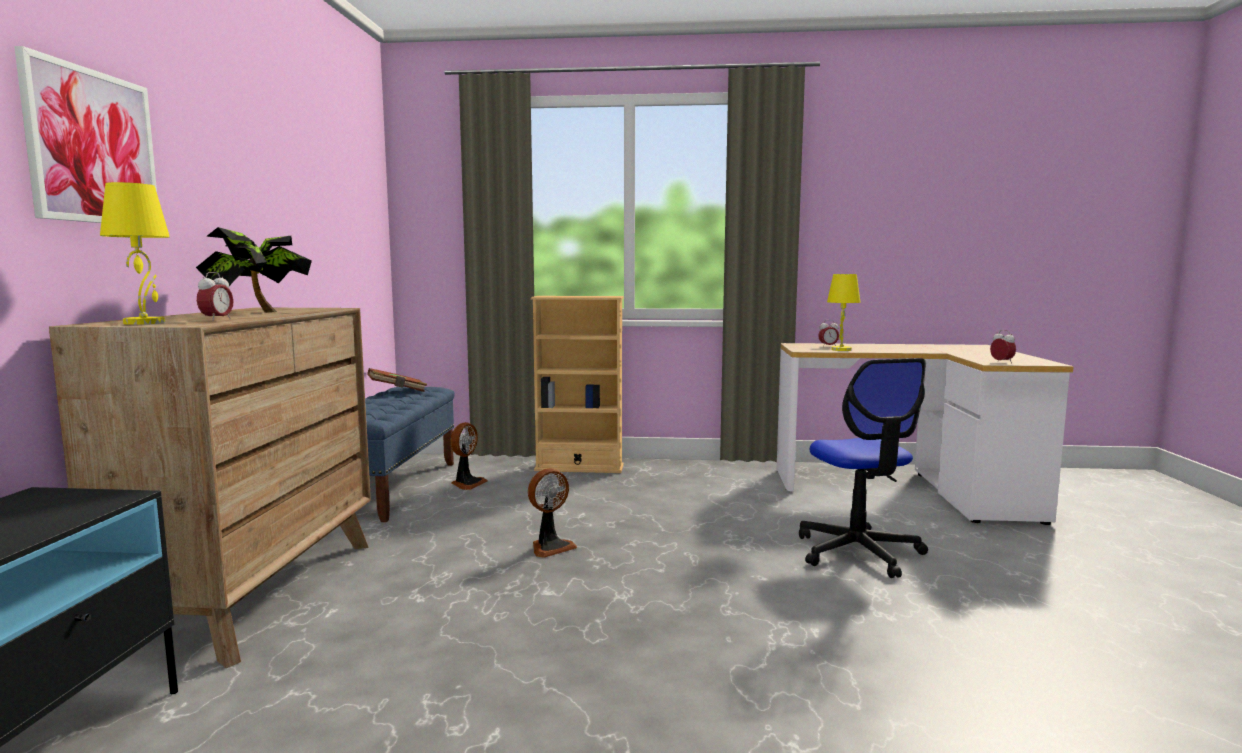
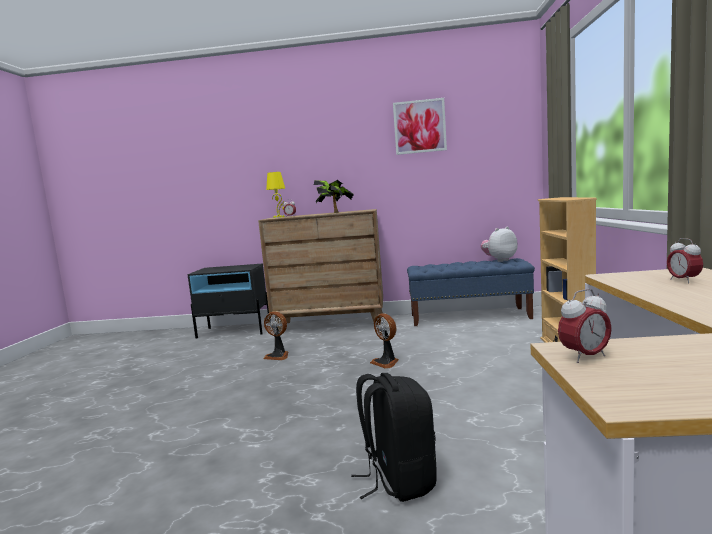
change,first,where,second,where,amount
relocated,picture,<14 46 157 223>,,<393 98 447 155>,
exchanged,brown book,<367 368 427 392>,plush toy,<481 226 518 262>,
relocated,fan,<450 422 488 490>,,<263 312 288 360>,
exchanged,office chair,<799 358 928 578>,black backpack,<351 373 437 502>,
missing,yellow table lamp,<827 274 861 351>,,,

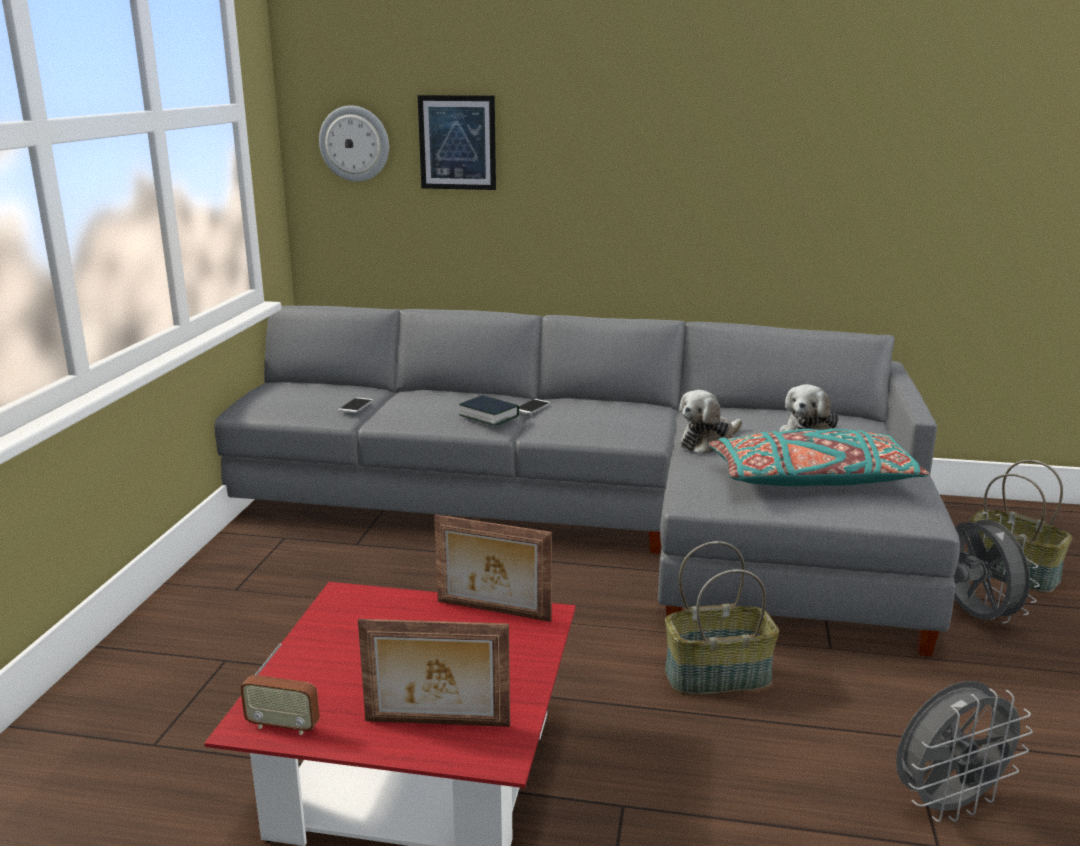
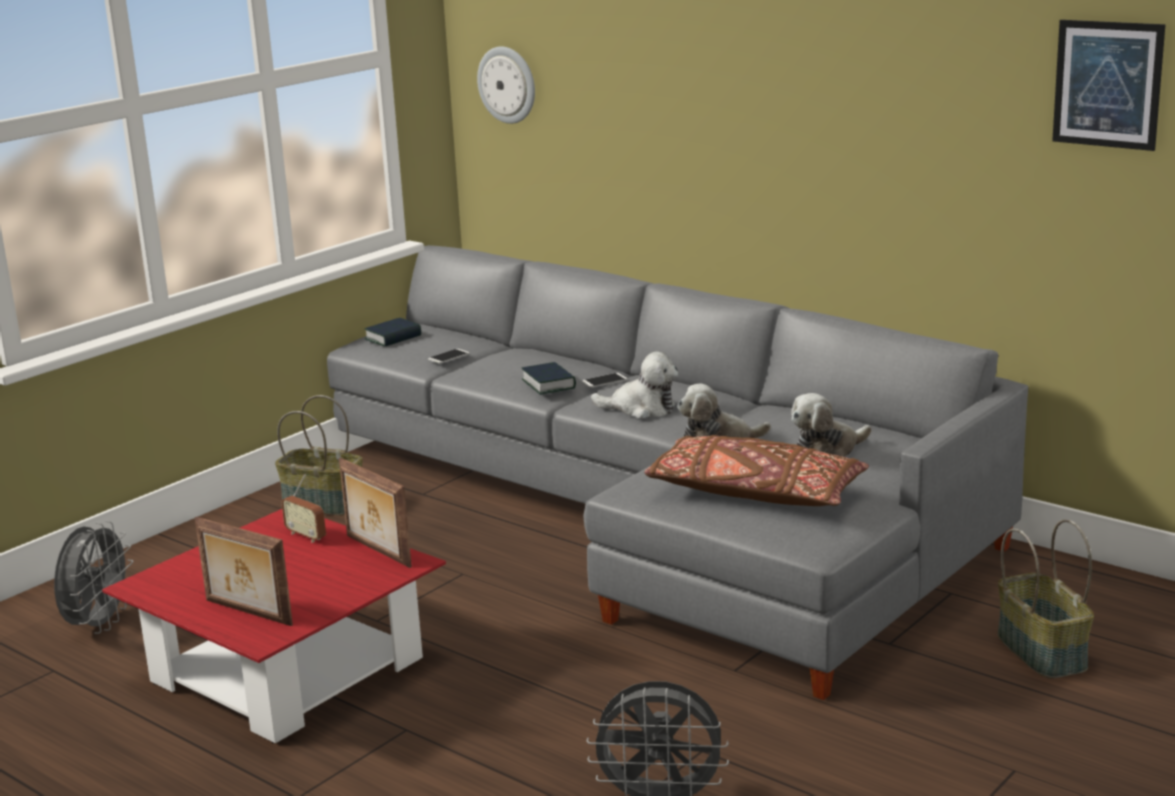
change,first,where,second,where,amount
relocated,radio,<240 643 320 735>,,<281 474 326 543>,
relocated,picture,<418 95 496 190>,,<1052 20 1166 151>,
relocated,basket,<665 541 779 695>,,<275 395 363 515>,
colour,turquoise pillow,<709 429 929 486>,brown pillow,<644 435 869 506>,
relocated,grey fan,<953 512 1040 624>,,<54 521 134 634>,
appeared,,,book,<364 318 421 347>,
appeared,,,plush toy,<591 351 678 419>,

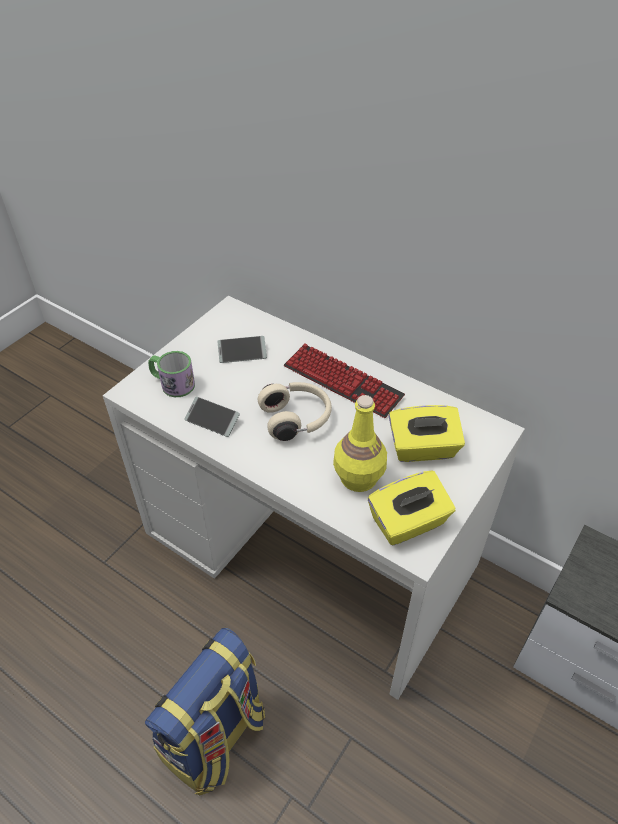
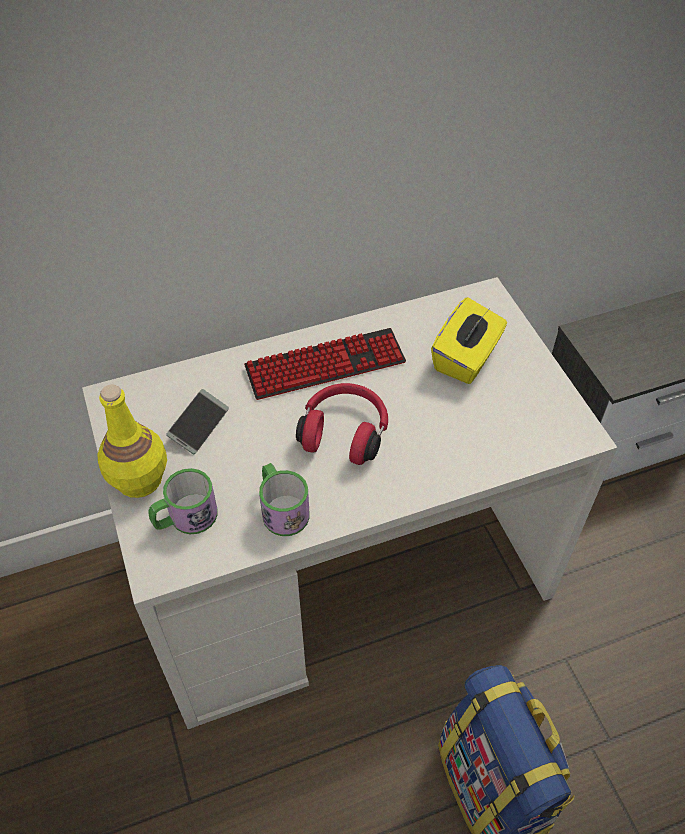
change,first,where,second,where,amount
exchanged,phone,<184 397 240 437>,mug,<259 463 309 536>,
colour,beige headphones,<258 382 332 441>,red headphones,<296 383 388 465>,
relocated,yellow bottle,<333 395 387 492>,,<97 384 167 498>,
missing,yellow tissue box,<368 471 455 546>,,,

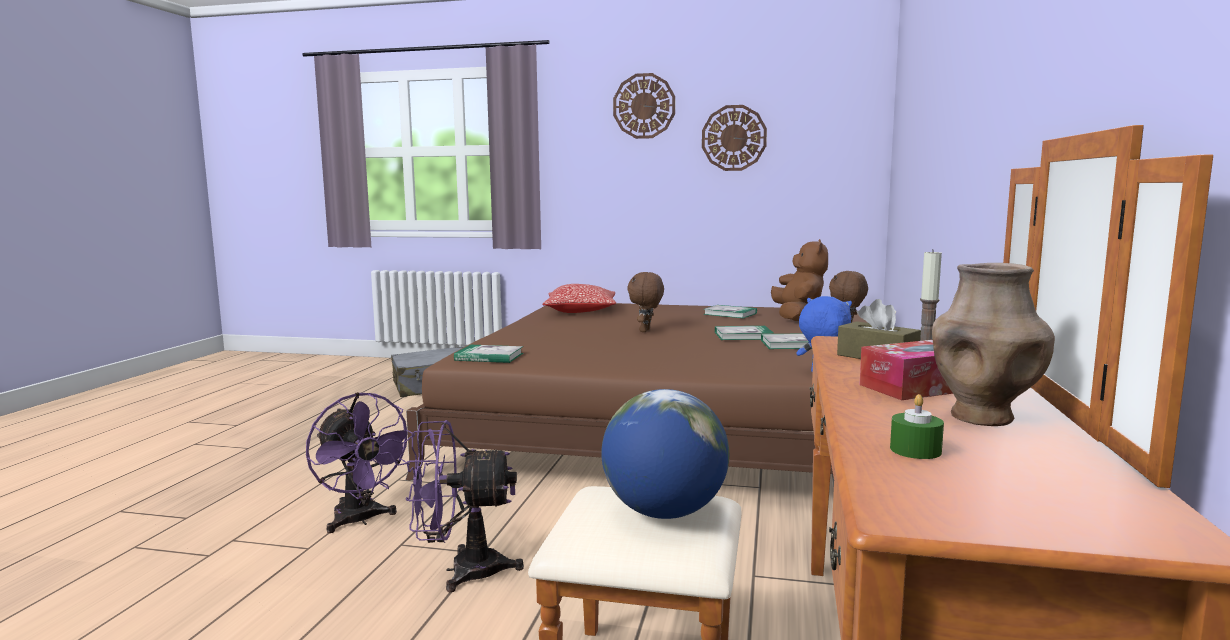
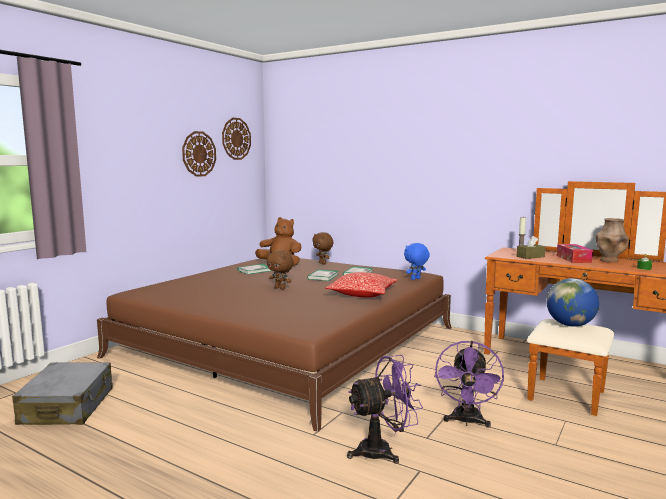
change,first,where,second,where,amount
missing,book,<454 345 523 363>,,,
relocated,pillow,<542 284 616 313>,,<325 272 398 298>,
relocated,wall clock,<613 73 675 139>,,<222 118 251 160>,

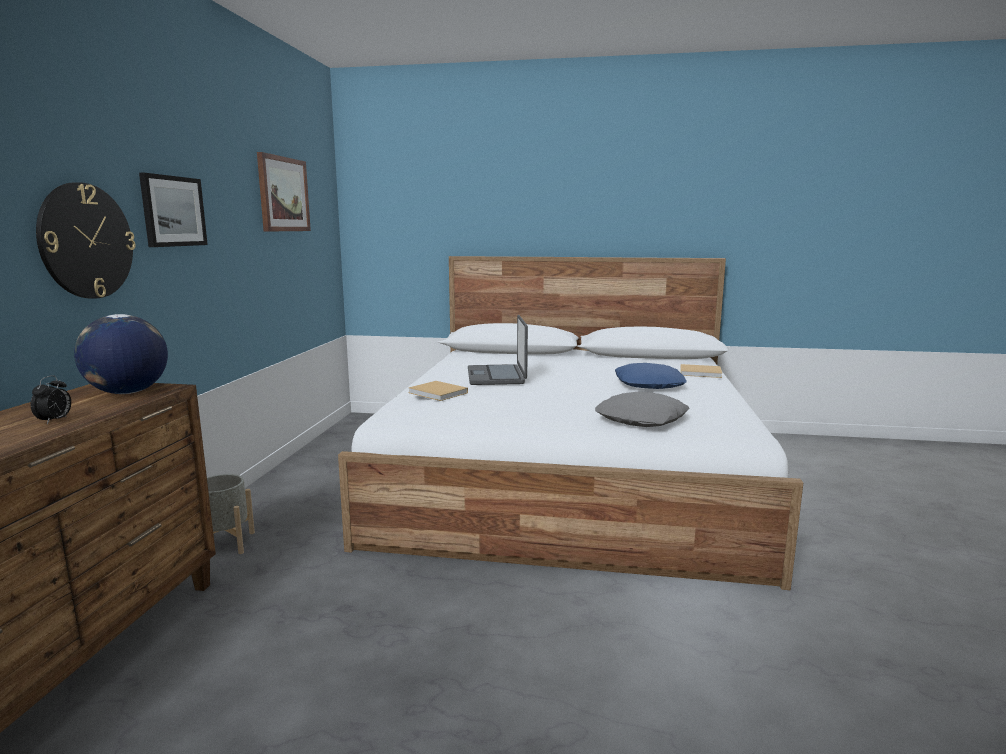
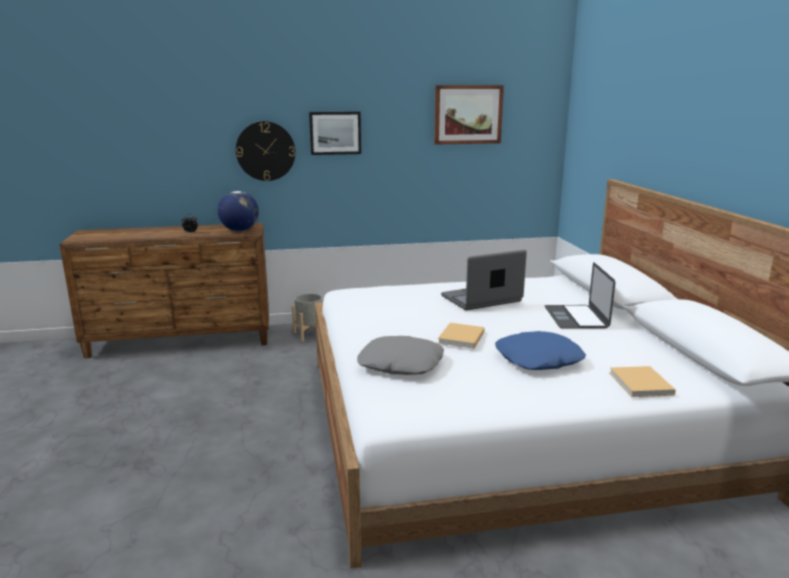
change,first,where,second,where,amount
relocated,beige book,<408 381 468 401>,,<438 323 485 349>,
appeared,,,laptop,<545 262 615 329>,

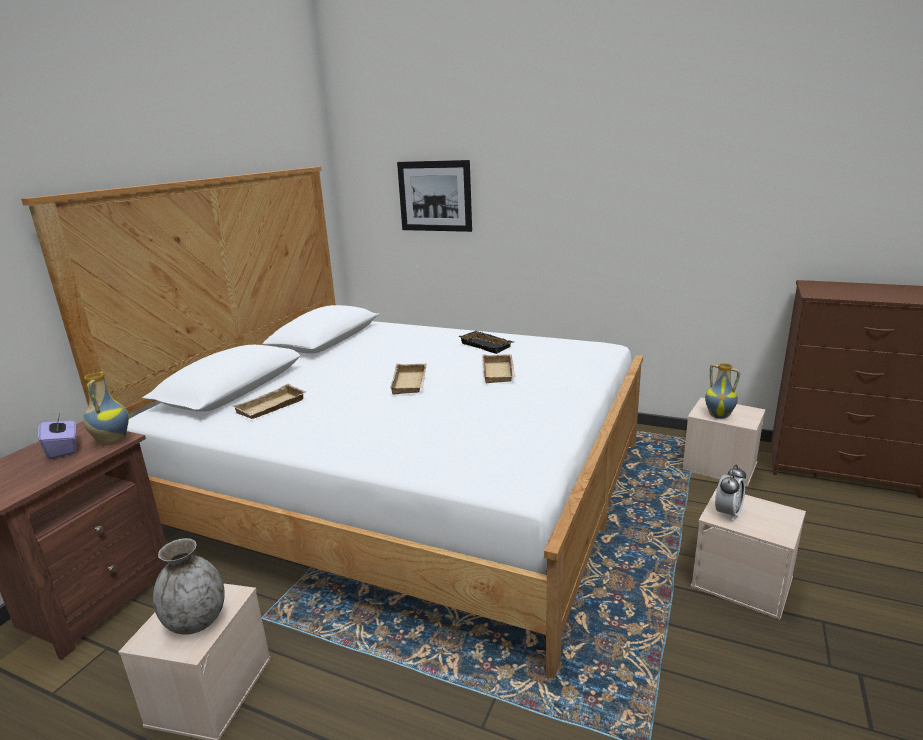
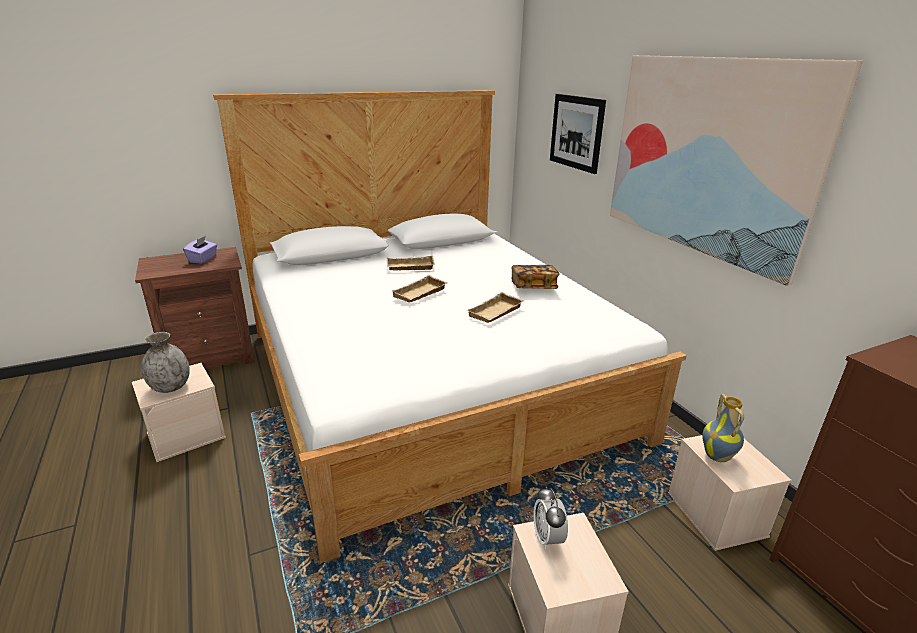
change,first,where,second,where,amount
missing,vase,<83 372 129 446>,,,
relocated,beige tray,<233 384 306 419>,,<387 255 435 270>,
exchanged,black tray,<458 331 513 354>,book,<512 265 560 289>,
spun,alarm clock,<715 465 746 521>,,<534 486 568 550>,90 degrees clockwise
appeared,,,picture,<610 55 863 286>,

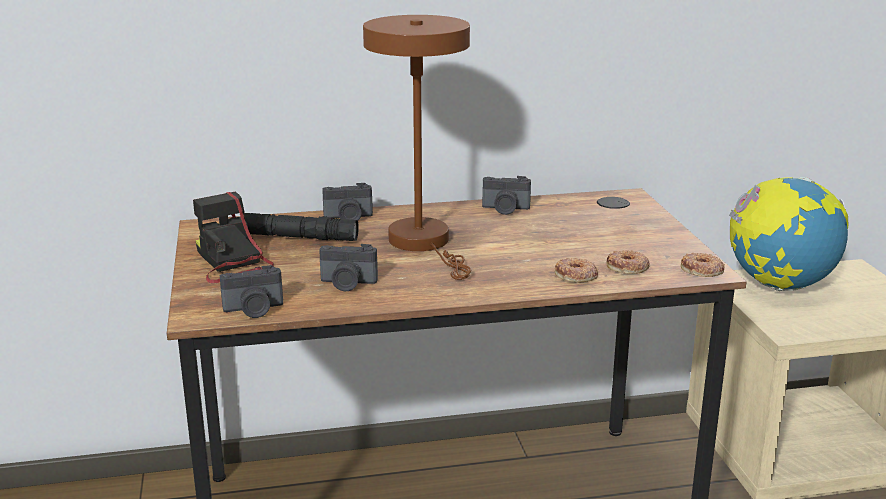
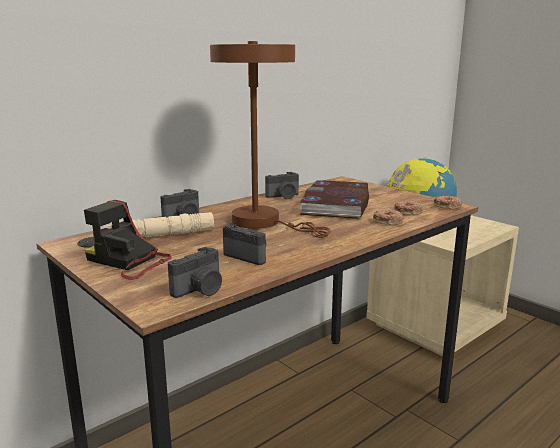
change,first,where,second,where,amount
colour,black flashlight,<245 213 359 241>,beige flashlight,<108 212 214 237>,
spun,photo camera,<319 244 378 291>,,<223 224 266 265>,120 degrees counterclockwise
appeared,,,book,<299 180 369 219>,

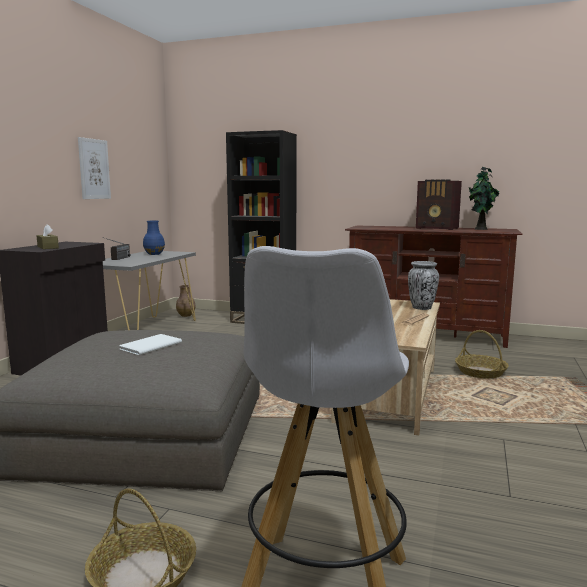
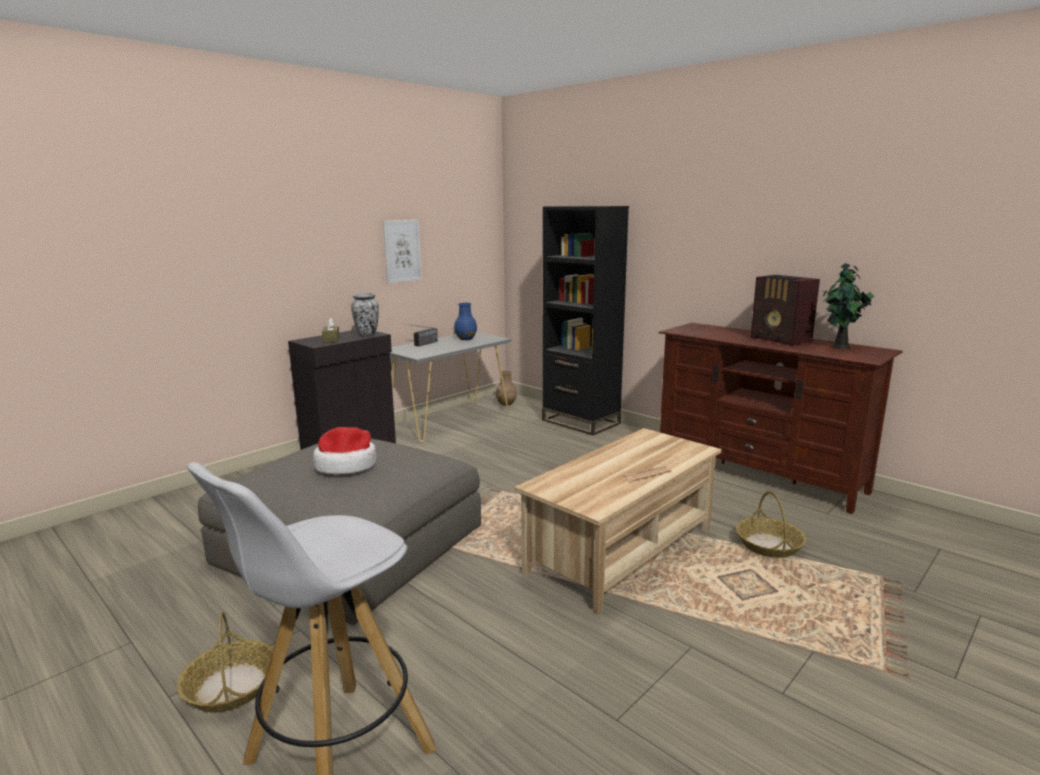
change,first,where,second,where,amount
exchanged,white book,<119 334 182 355>,hat,<313 427 377 474>,
relocated,vase,<408 261 439 310>,,<351 293 379 337>,

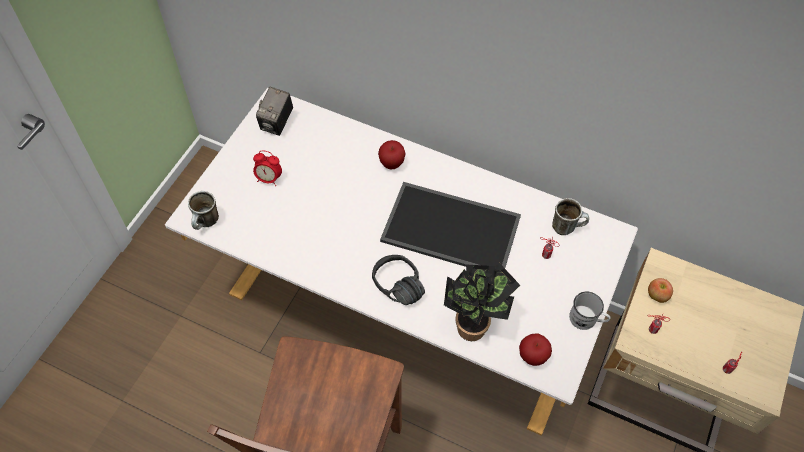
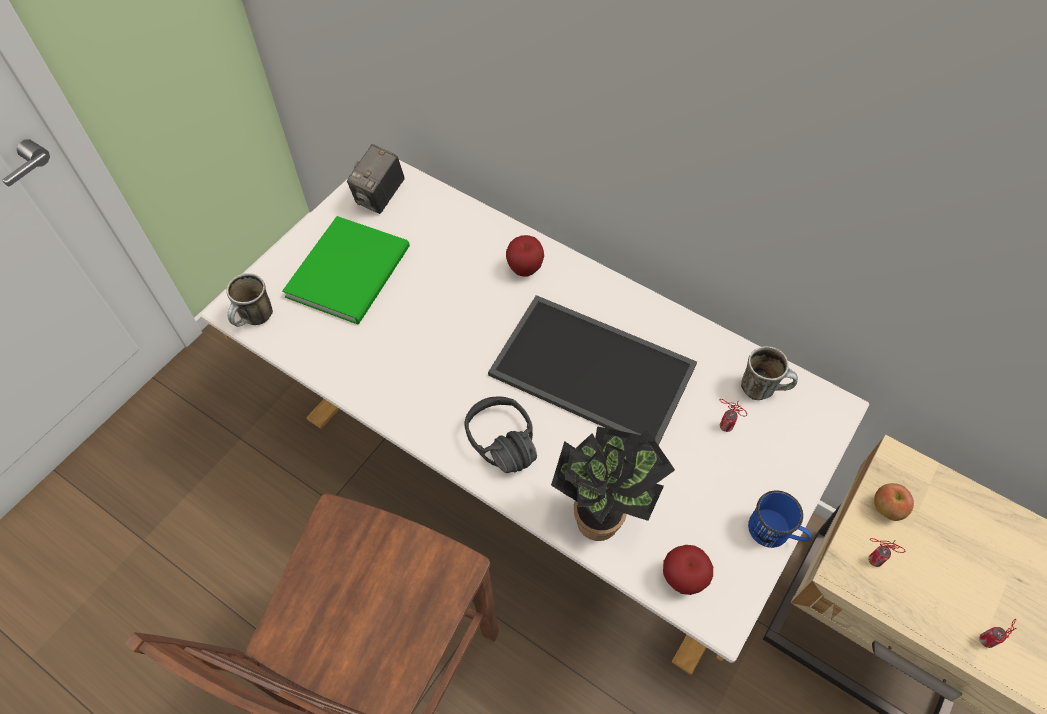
change,first,where,second,where,amount
exchanged,alarm clock,<253 150 282 186>,green book,<282 216 410 324>,
colour,white mug,<569 292 611 330>,blue mug,<748 490 812 548>,

